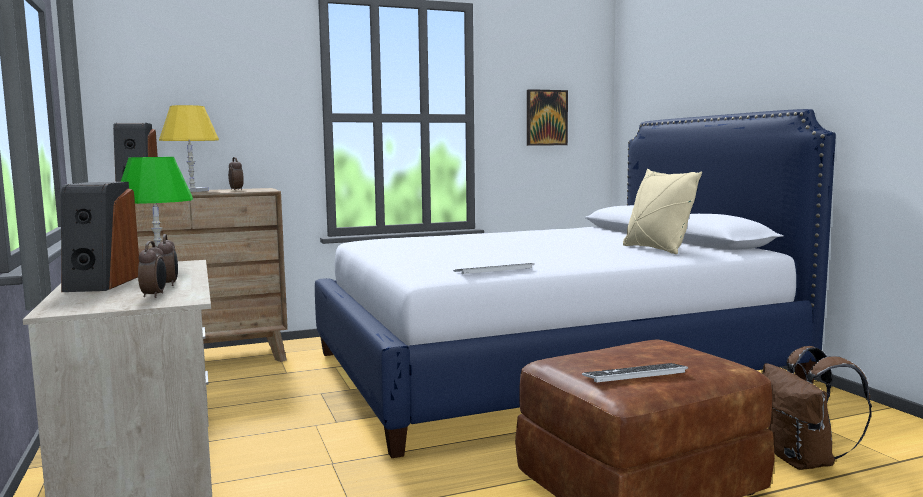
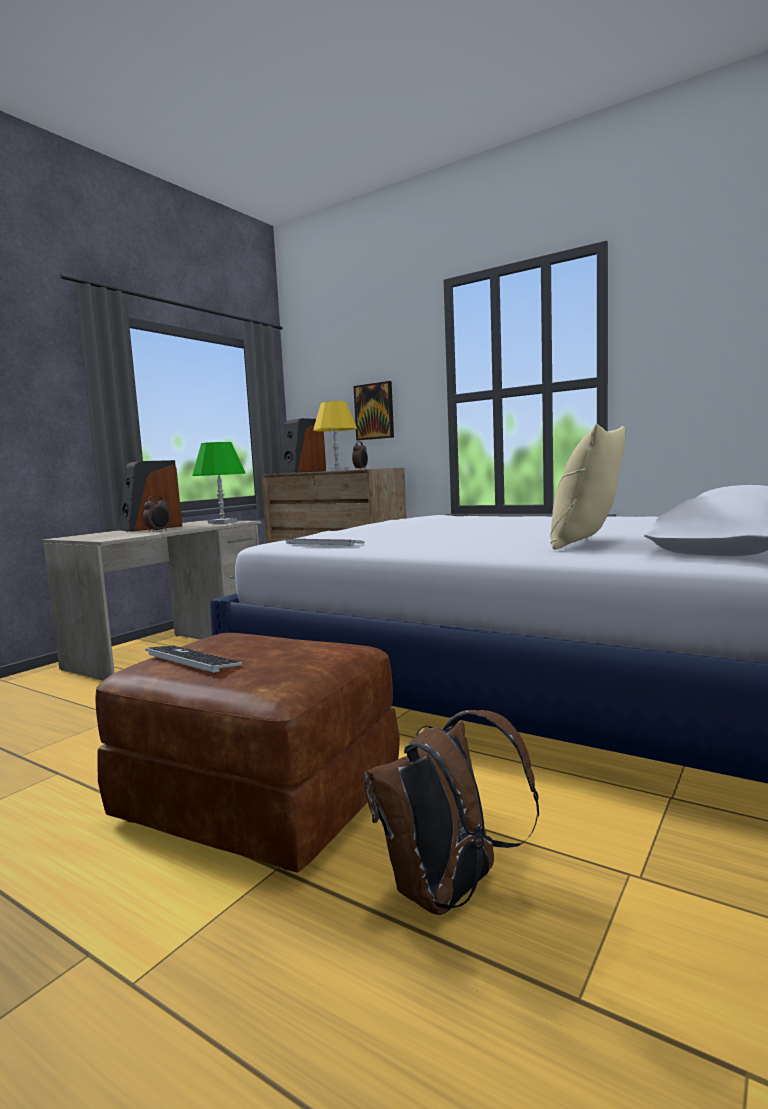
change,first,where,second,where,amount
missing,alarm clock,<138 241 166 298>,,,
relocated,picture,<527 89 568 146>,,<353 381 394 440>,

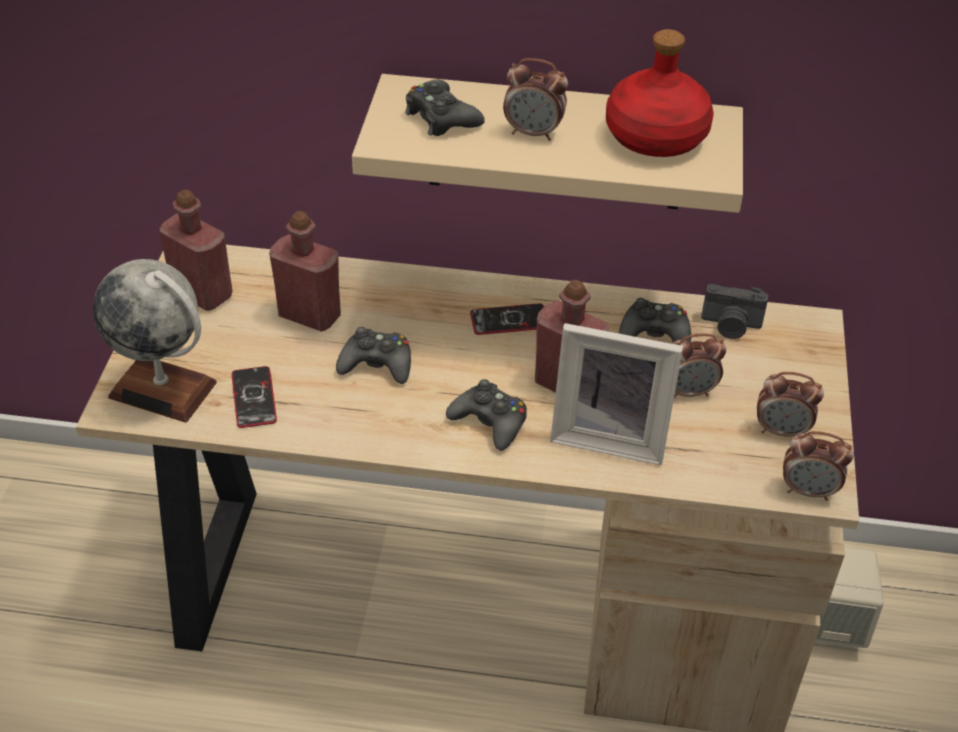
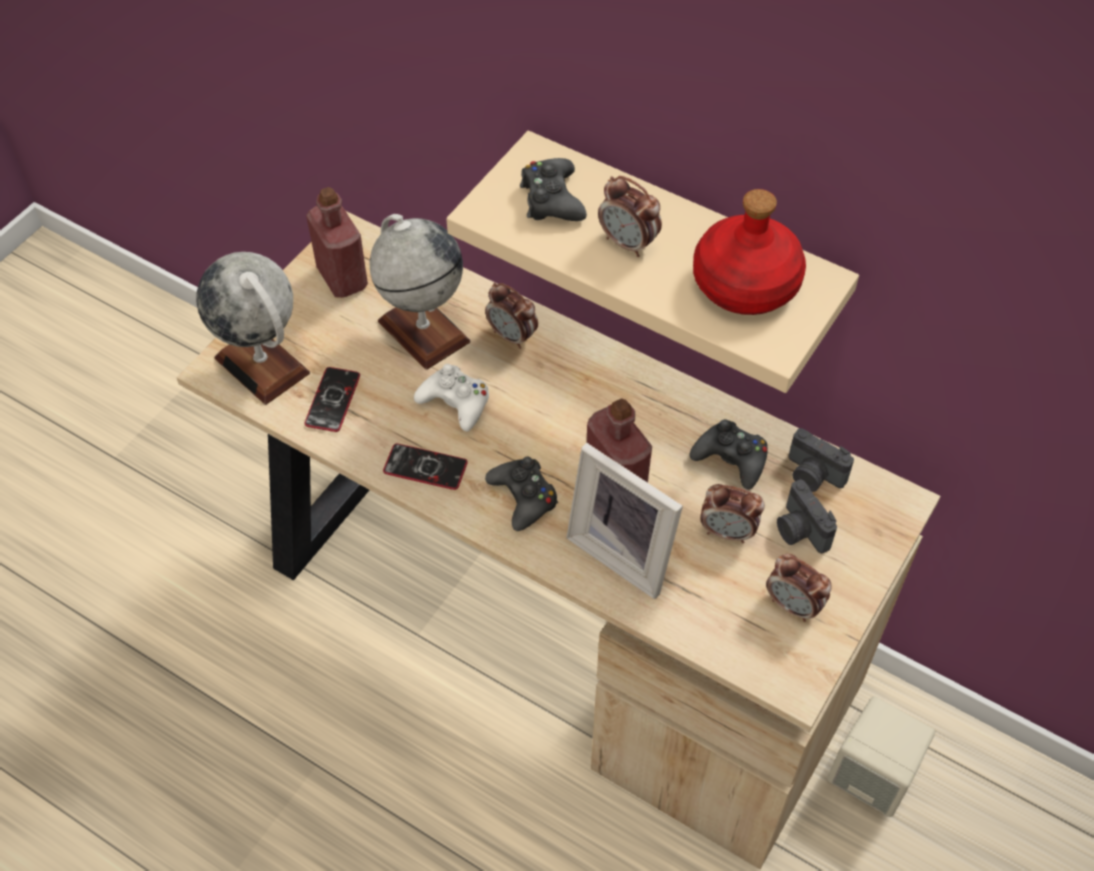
change,first,where,second,where,amount
exchanged,red bottle,<269 211 341 331>,globe,<370 214 470 370>,
colour,black game controller,<336 327 411 384>,white game controller,<414 364 489 432>,
relocated,phone,<470 303 544 335>,,<383 444 468 490>,
relocated,alarm clock,<783 431 854 501>,,<485 283 538 349>,
appeared,,,photo camera,<777 480 837 553>,

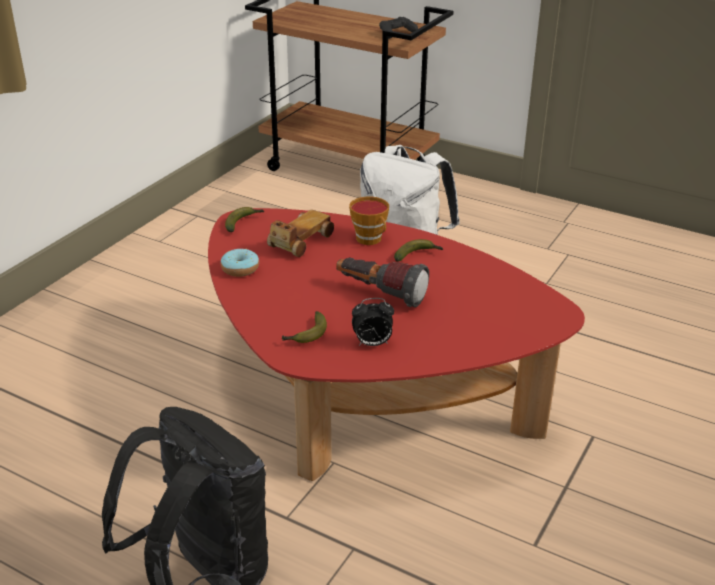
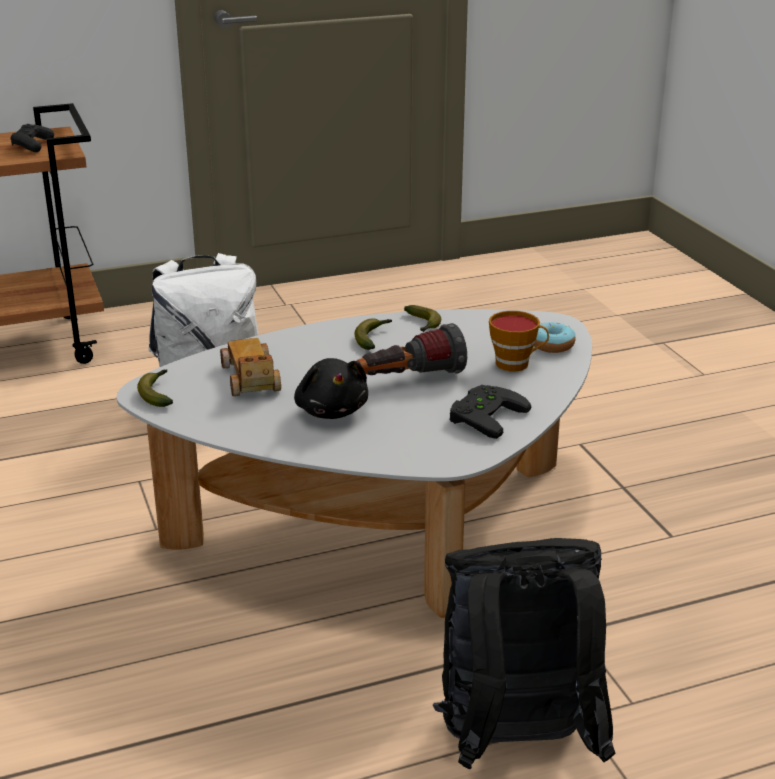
change,first,where,second,where,amount
colour,red coffee table,<208 208 585 481>,white coffee table,<117 309 592 618>,
relocated,donut,<221 249 259 277>,,<534 322 575 353>,
relocated,banana,<282 311 327 343>,,<404 305 441 332>,
relocated,cup,<349 196 389 245>,,<489 311 549 372>,
exchanged,alarm clock,<352 298 394 346>,black game controller,<450 385 531 439>,
appeared,,,black plush toy,<294 358 368 419>,

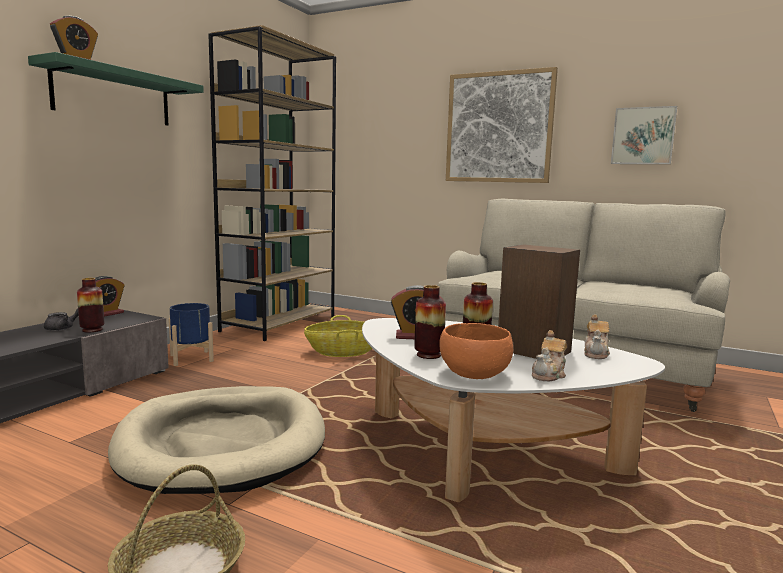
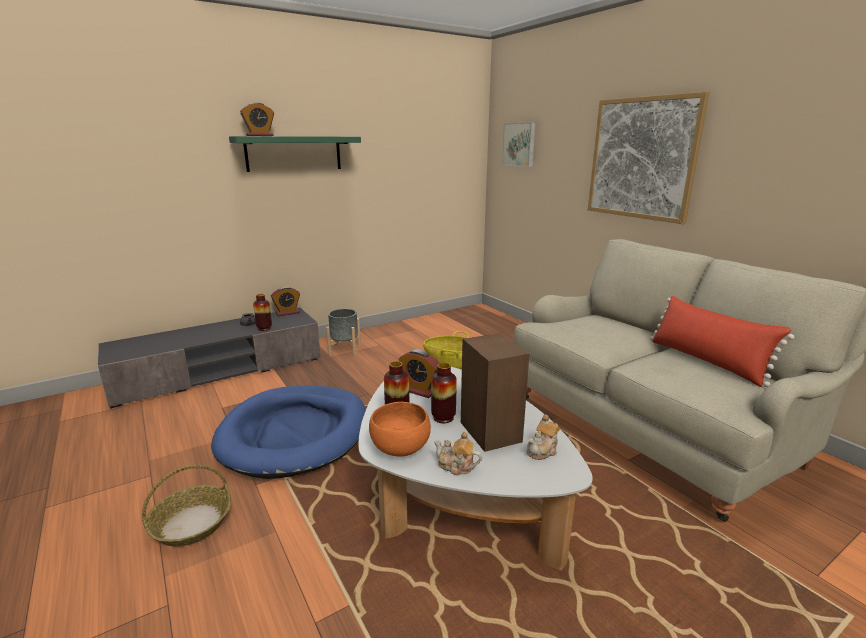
change,first,where,second,where,amount
colour,beige dog bed,<108 386 325 494>,blue dog bed,<211 385 366 479>,
colour,blue planter,<169 303 214 366>,grey planter,<326 309 361 356>,
missing,brown bookcase,<208 25 336 341>,,,
spun,teapot,<532 330 567 382>,,<434 432 482 476>,45 degrees clockwise
relocated,picture,<611 106 677 164>,,<502 122 536 167>,
appeared,,,red pillow,<650 296 794 387>,

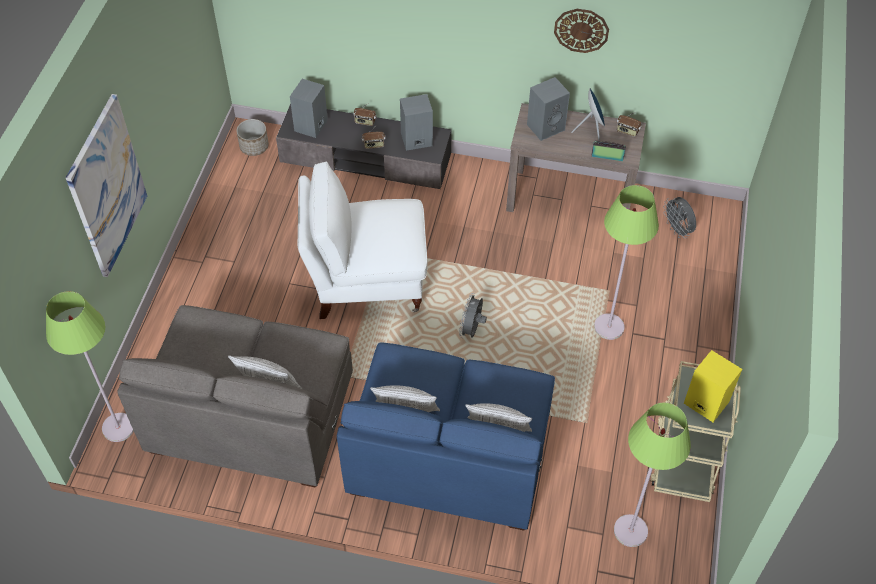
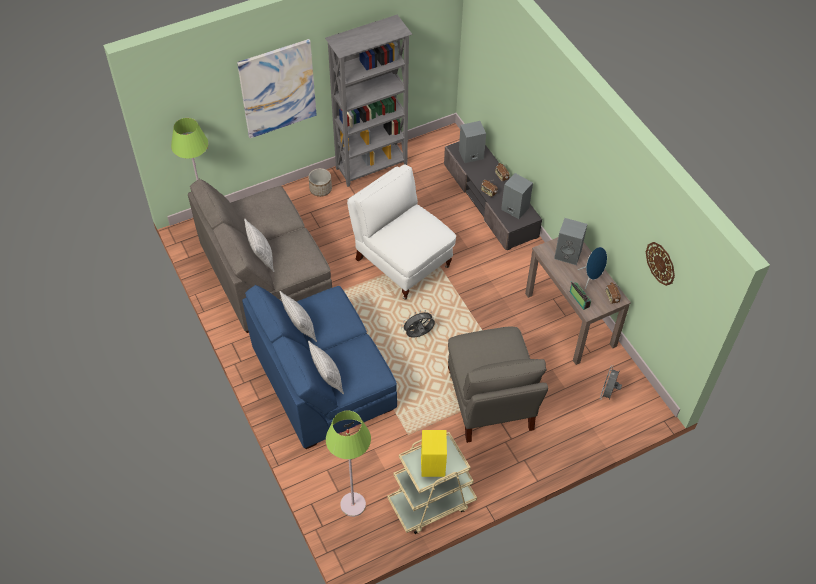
change,first,where,second,where,amount
relocated,planter,<236 119 269 156>,,<308 168 332 197>,
relocated,wall clock,<554 9 609 53>,,<646 242 675 286>,
exchanged,green floor lamp,<594 185 659 340>,grey armchair,<448 327 548 443>,
appeared,,,grey bookcase,<325 15 412 187>,

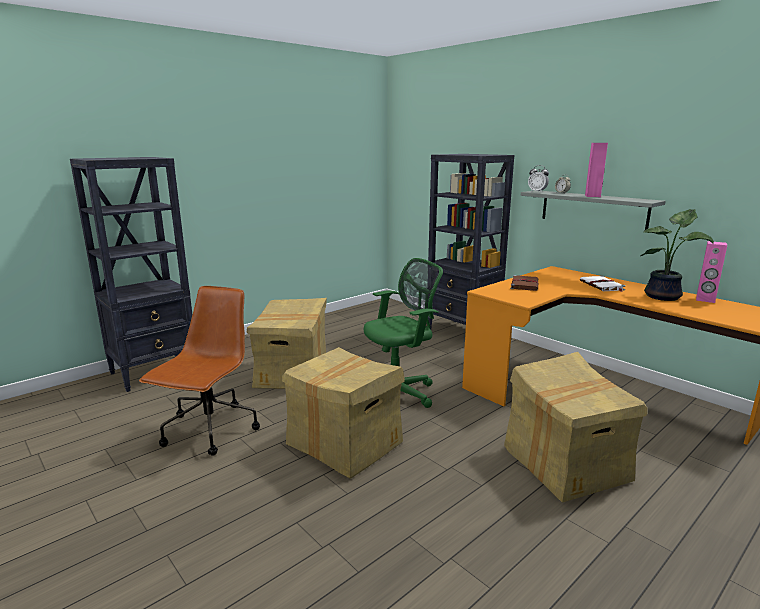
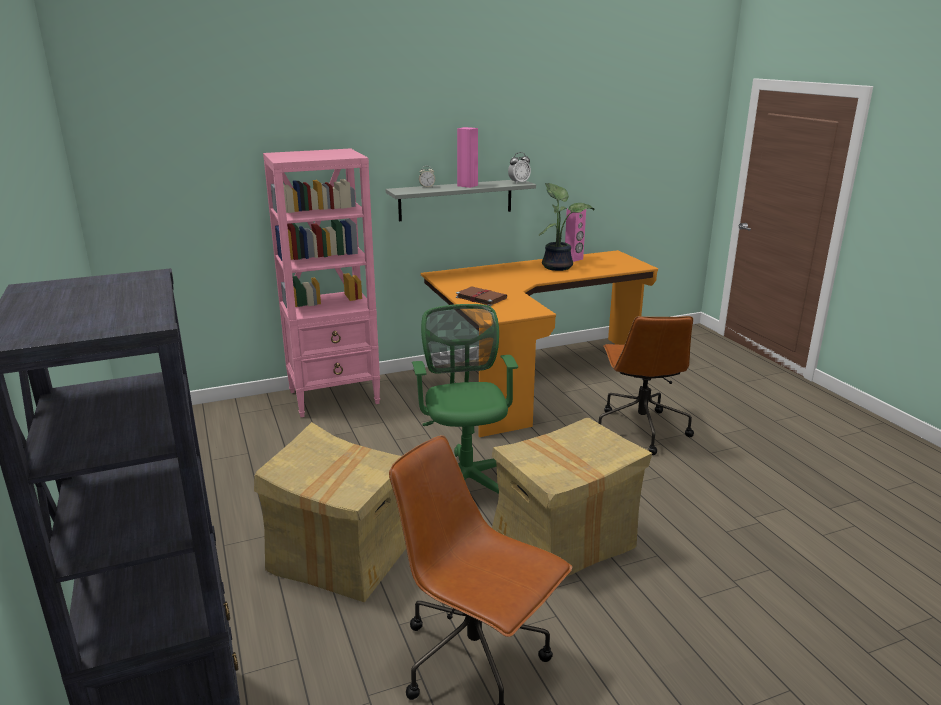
change,first,where,second,where,amount
colour,black bookcase,<428 154 514 329>,pink bookcase,<263 148 380 417>,
exchanged,cardboard box,<504 352 648 503>,brown office chair,<599 316 694 455>,
relocated,alarm clock,<528 165 549 192>,,<508 152 531 184>,
missing,white book,<580 276 626 292>,,,

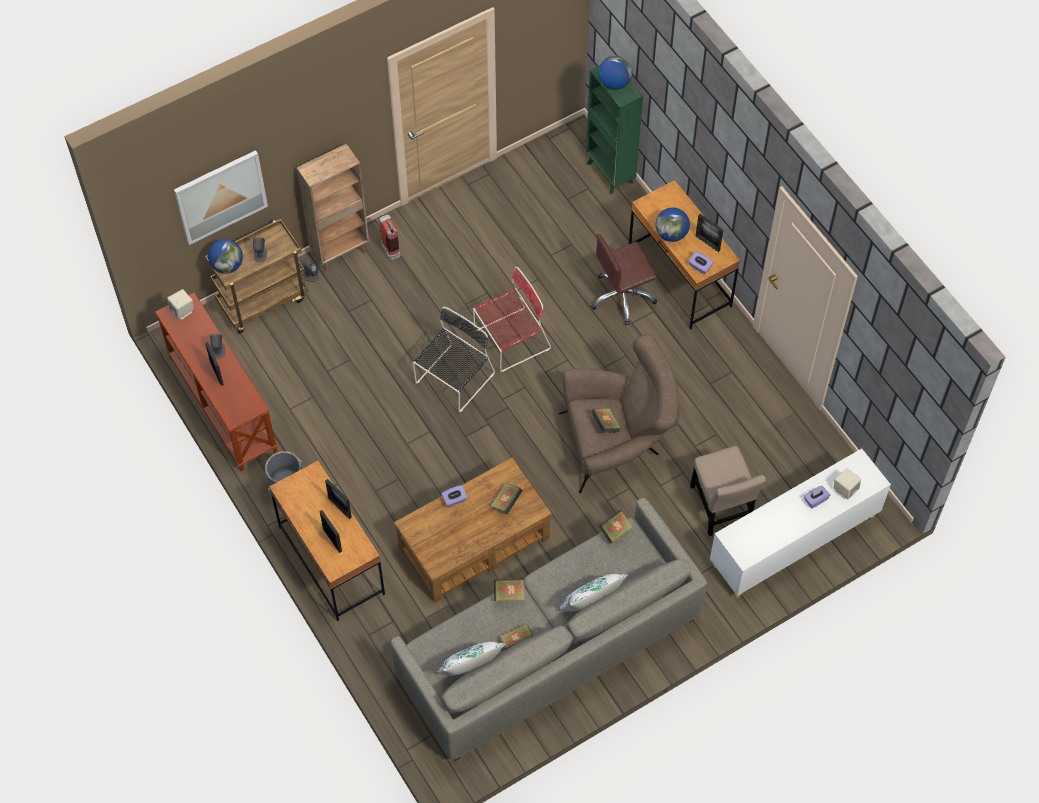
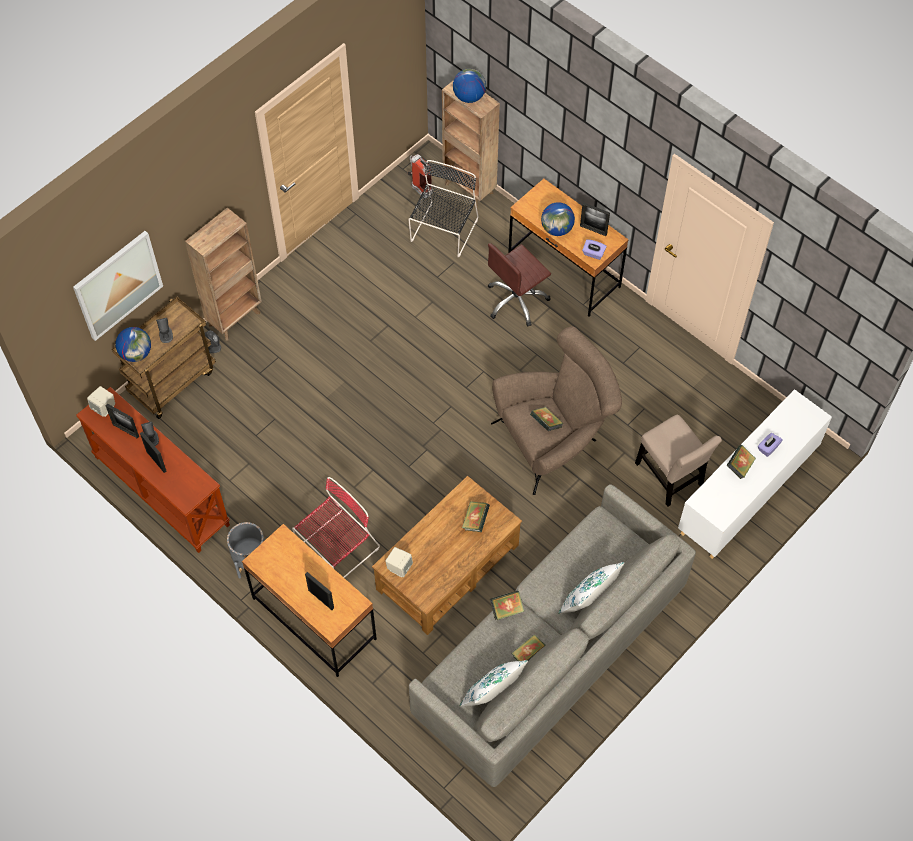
change,first,where,second,where,amount
relocated,picture frame,<325 479 352 519>,,<106 404 139 439>,
relocated,fire extinguisher,<379 214 401 260>,,<408 154 433 198>,
relocated,black chair,<413 307 495 412>,,<408 160 478 257>,
missing,purple tissue box,<441 485 467 507>,,,
relocated,red chair,<473 267 551 372>,,<292 477 380 578>,
colour,green bookcase,<586 65 643 194>,brown bookcase,<442 80 500 208>,
relocated,book,<599 510 633 543>,,<727 445 756 479>,
relocated,beige speaker,<833 468 861 499>,,<385 547 413 577>,

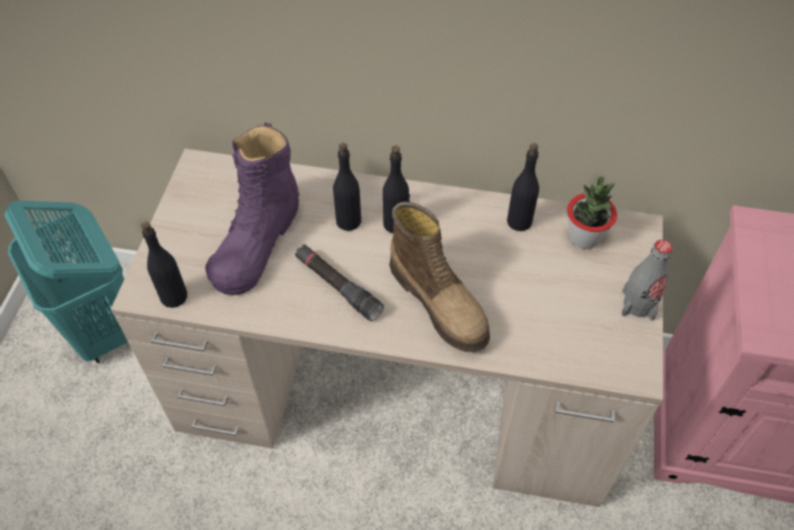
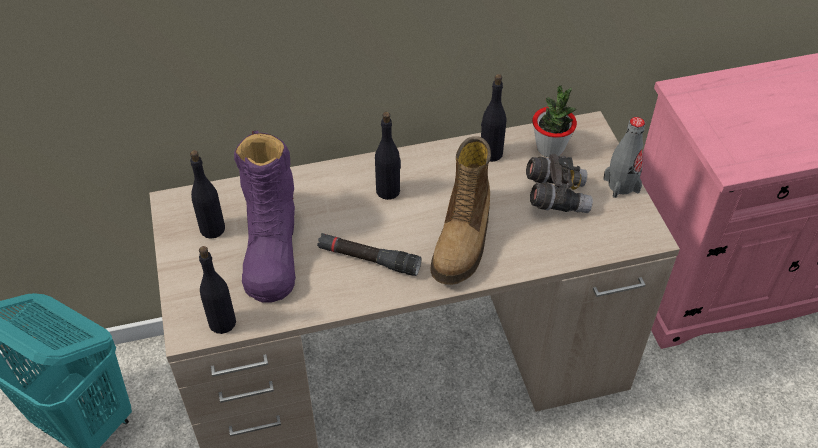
change,first,where,second,where,amount
relocated,black bottle,<333 143 361 231>,,<190 150 225 238>,
spun,boot,<389 202 490 352>,,<431 136 491 285>,75 degrees clockwise
appeared,,,grey binoculars,<526 154 593 213>,

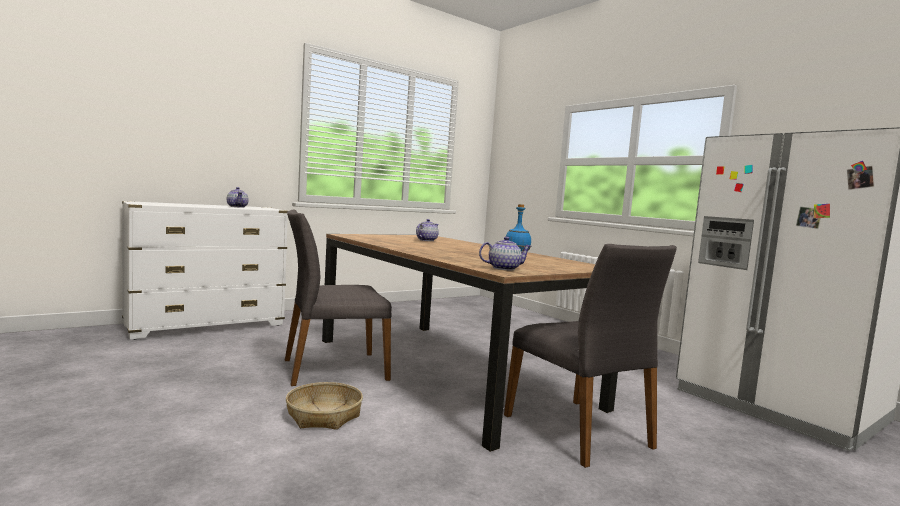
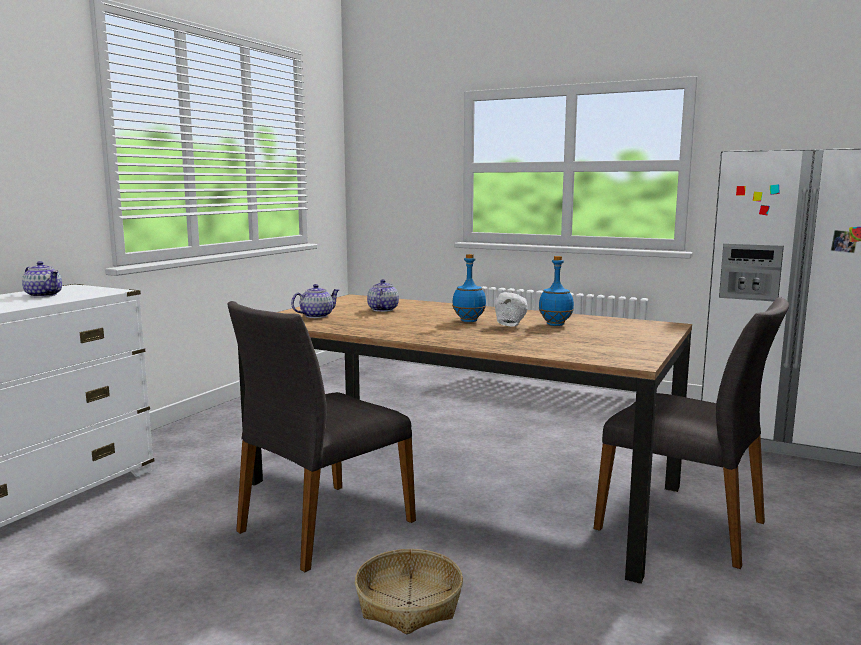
change,first,where,second,where,amount
relocated,teapot,<479 237 531 270>,,<291 284 339 318>,
appeared,,,blue bottle,<452 254 486 322>,
appeared,,,white bowl,<495 292 528 327>,

